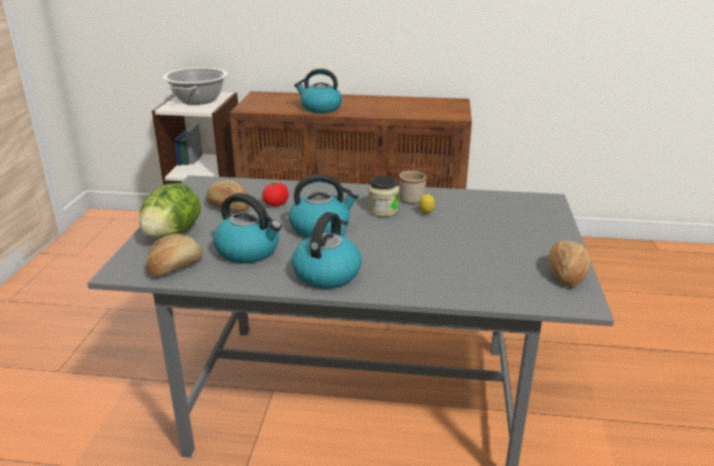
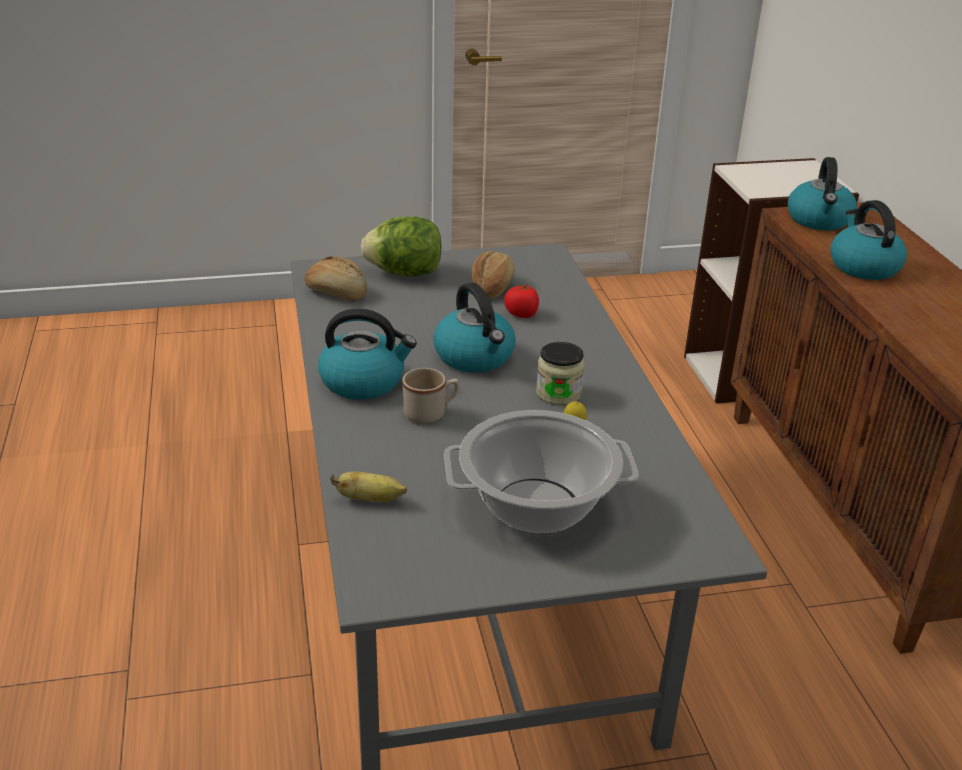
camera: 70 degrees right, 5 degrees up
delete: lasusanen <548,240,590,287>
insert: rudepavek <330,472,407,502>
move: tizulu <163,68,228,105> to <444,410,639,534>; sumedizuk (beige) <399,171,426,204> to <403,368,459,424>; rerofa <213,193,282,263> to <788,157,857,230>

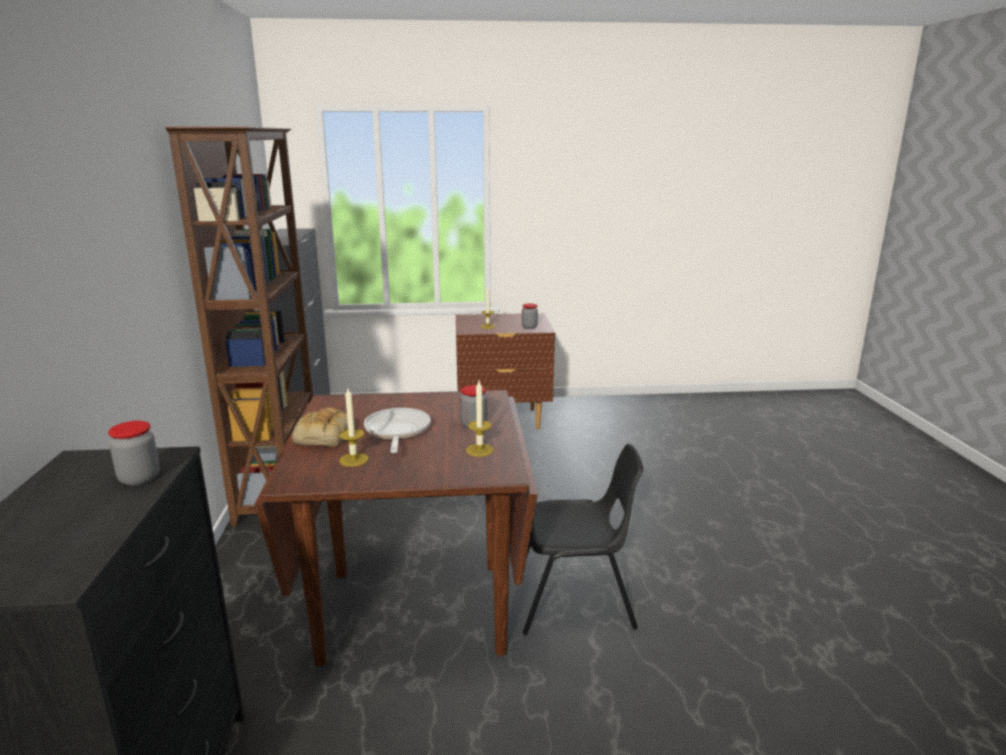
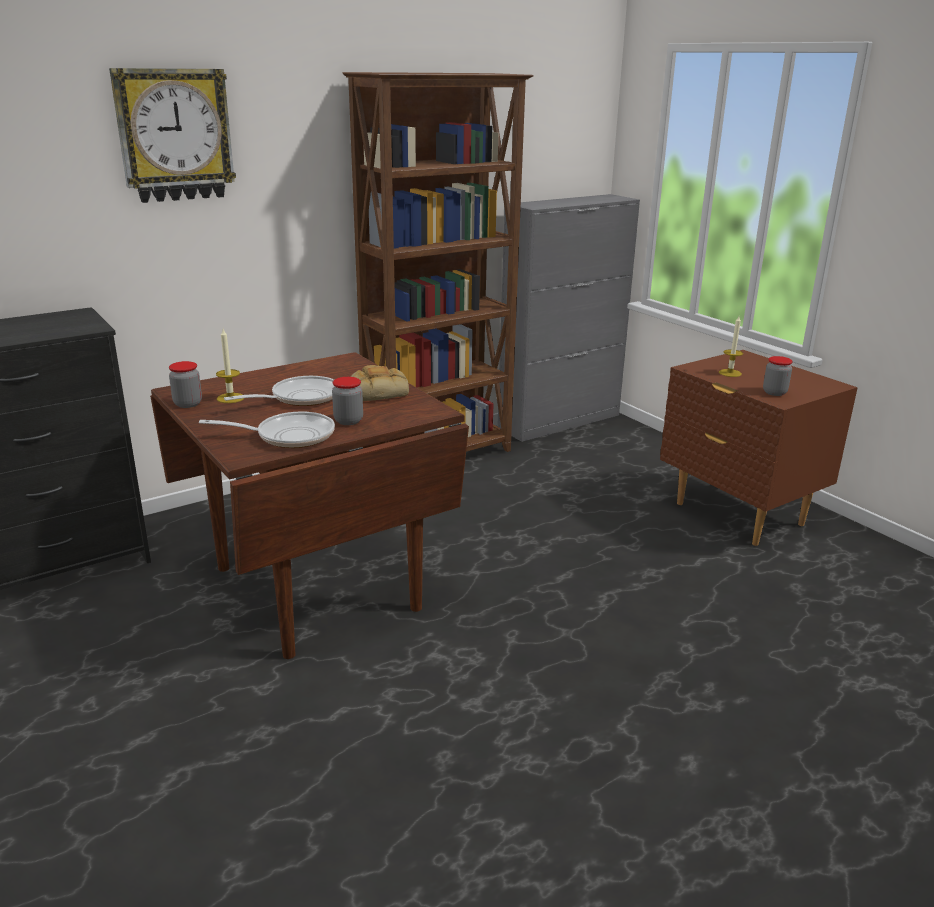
camera: 60 degrees right, 5 degrees up
delete: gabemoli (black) <522,444,644,635>
insert: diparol <109,68,236,203>
move: lasusanen <292,407,355,447> to <350,365,409,401>; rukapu <108,421,160,486> to <169,361,202,408>
replace: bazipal <466,381,494,457> to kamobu <199,411,335,448>

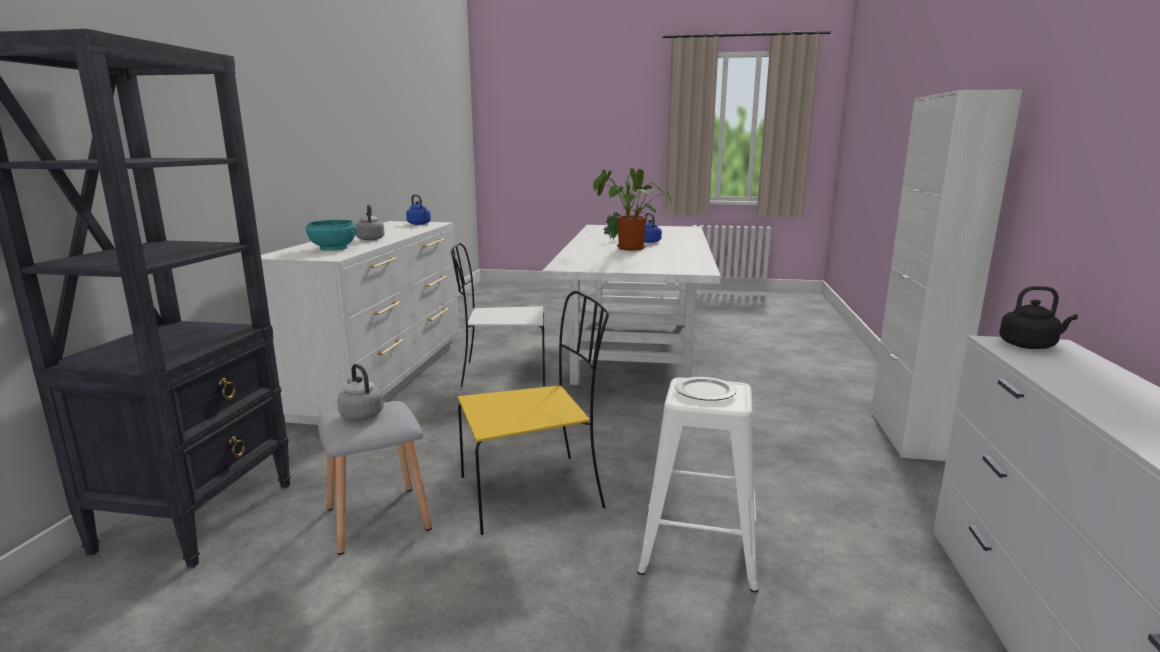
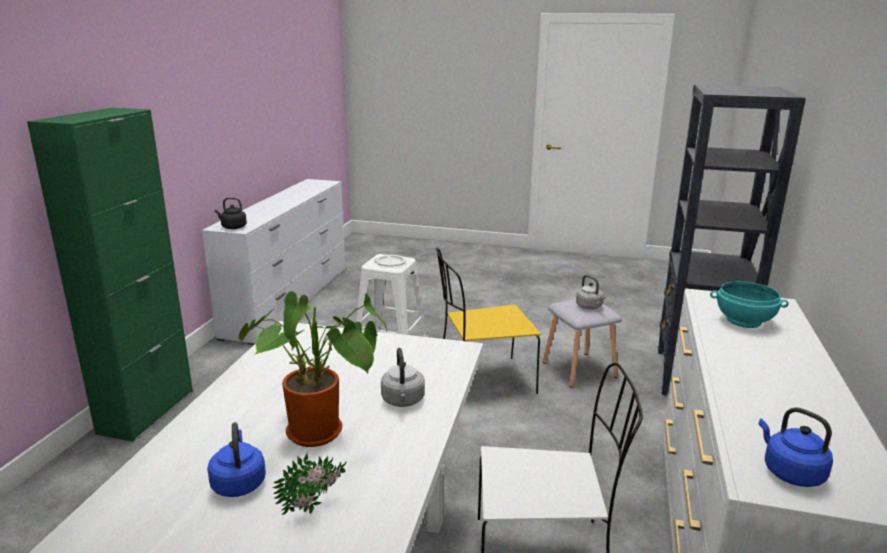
camera: 175 degrees left, 5 degrees up
move: rerofa (grey) <355,204,385,240> to <381,348,425,407>
recolor: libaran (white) <871,89,1022,461> to libaran (green) <27,108,193,442>

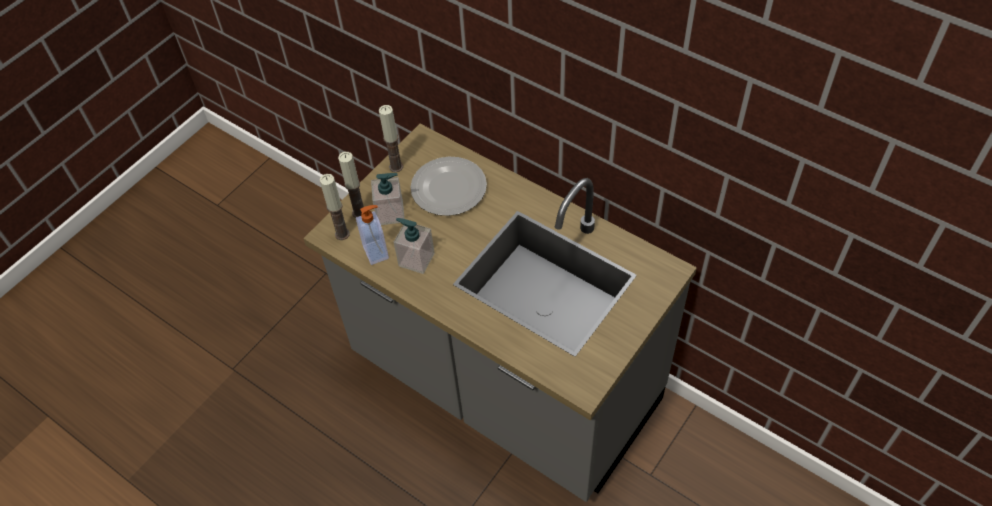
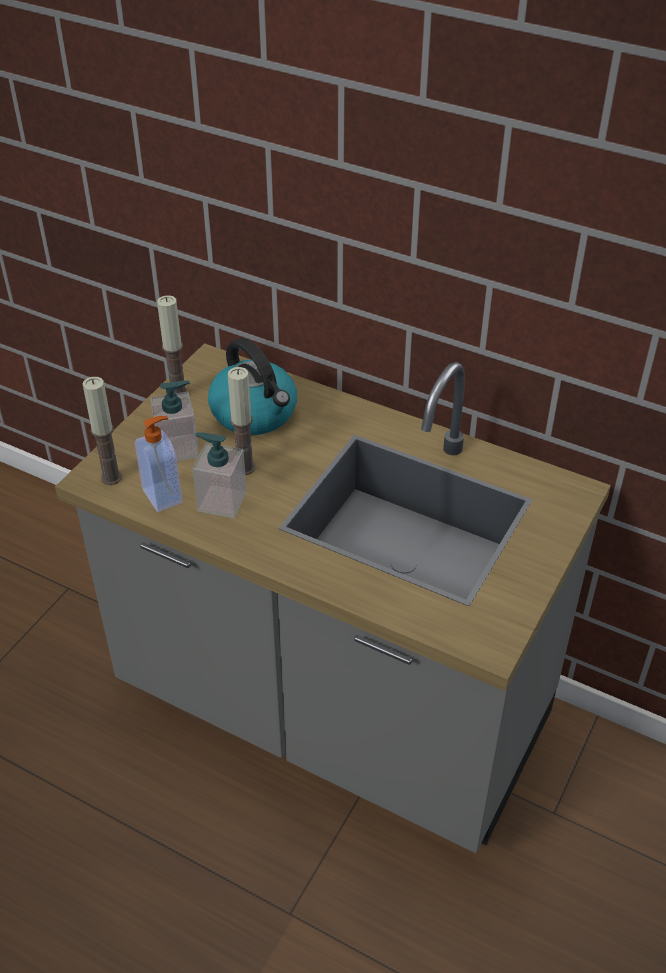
camera: 10 degrees left, 10 degrees down
move: bazipal <338,152,364,218> to <228,367,256,475>
replace: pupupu <411,157,487,216> to rerofa <208,338,297,435>

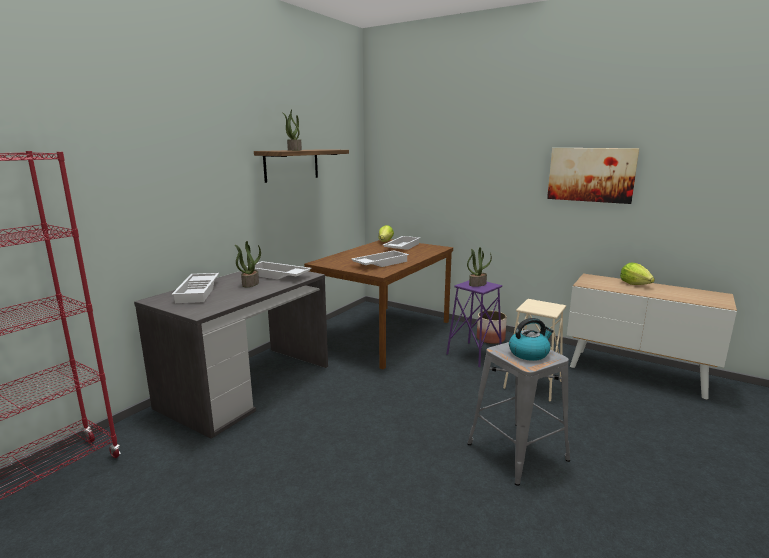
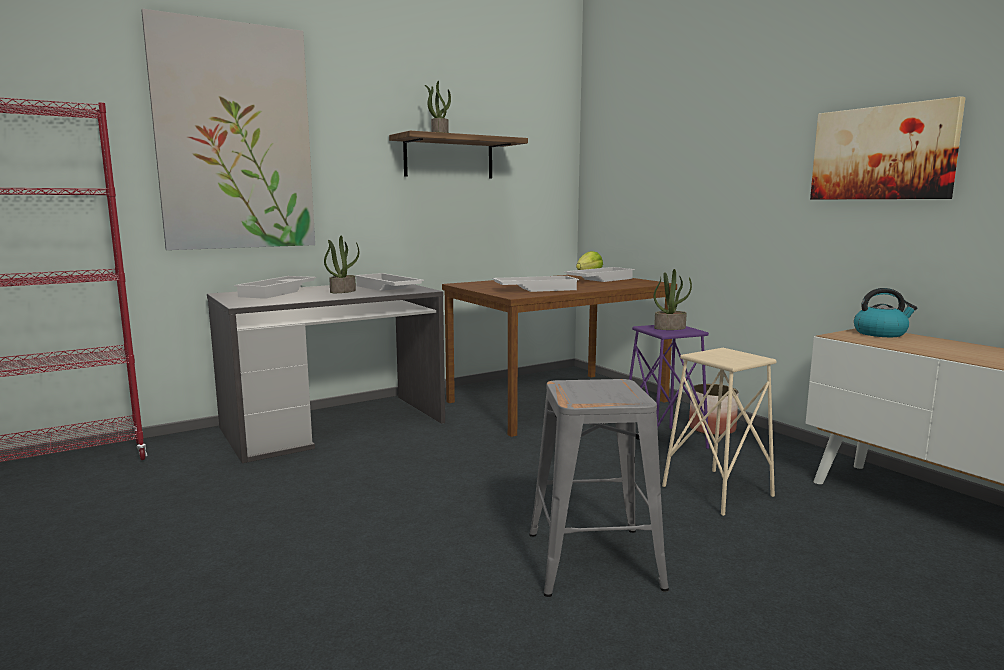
camera: 25 degrees right, 5 degrees down
delete: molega <620,263,655,285>
insert: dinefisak <141,9,315,250>
move: rerofa <509,318,554,361> to <854,288,917,337>

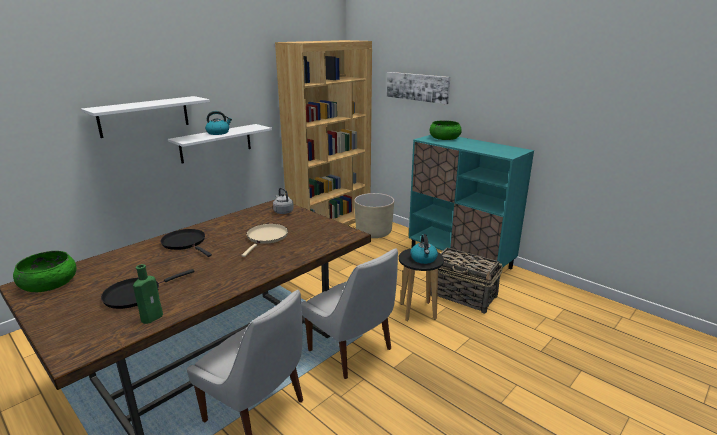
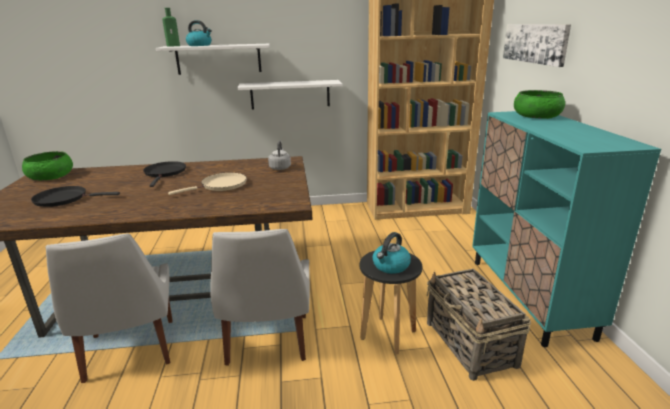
camera: 40 degrees right, 0 degrees up
delete: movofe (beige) <354,193,394,238>
move: rerofa <205,111,232,135> to <186,20,212,46>; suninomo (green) <133,264,163,324> to <162,8,180,47>

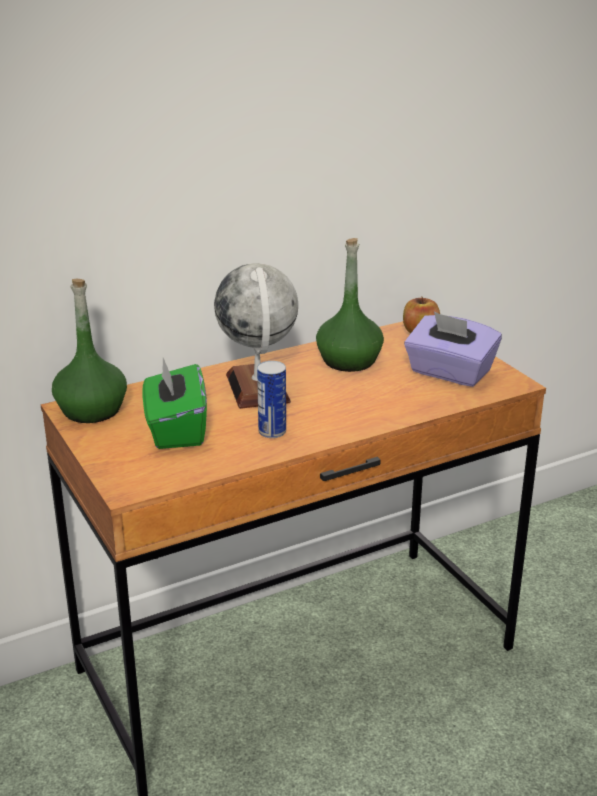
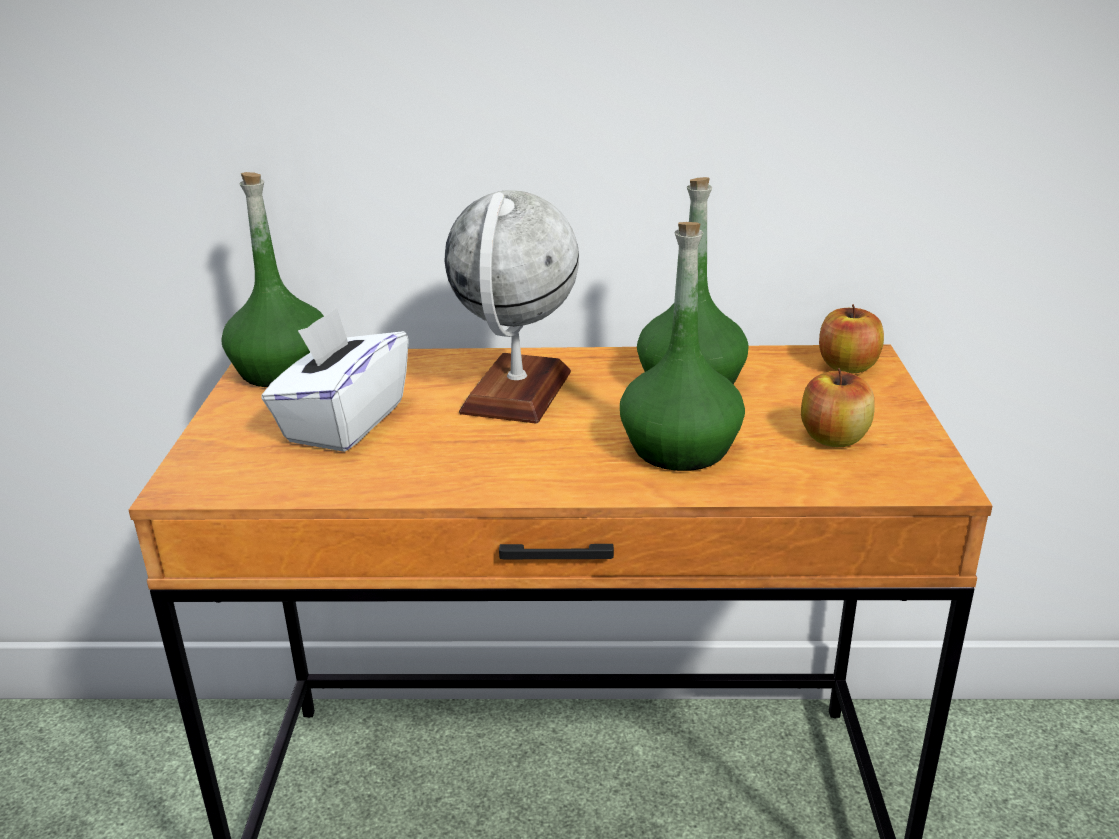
camera: 30 degrees right, 0 degrees up
delete: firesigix <257,361,286,438>
insert: suninomo (green) <620,222,745,471>
replace: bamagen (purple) <404,312,502,387> to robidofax <801,368,875,447>
recolor: bamagen (green) <143,358,207,449> to bamagen (white) <262,308,409,452>

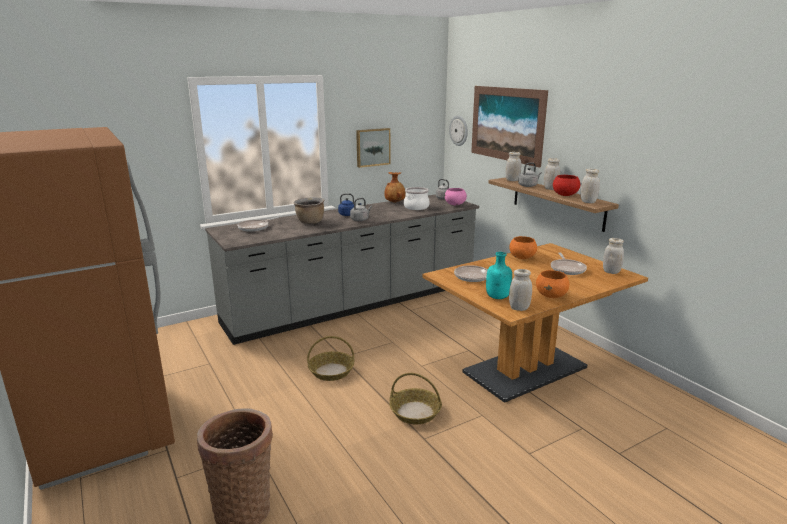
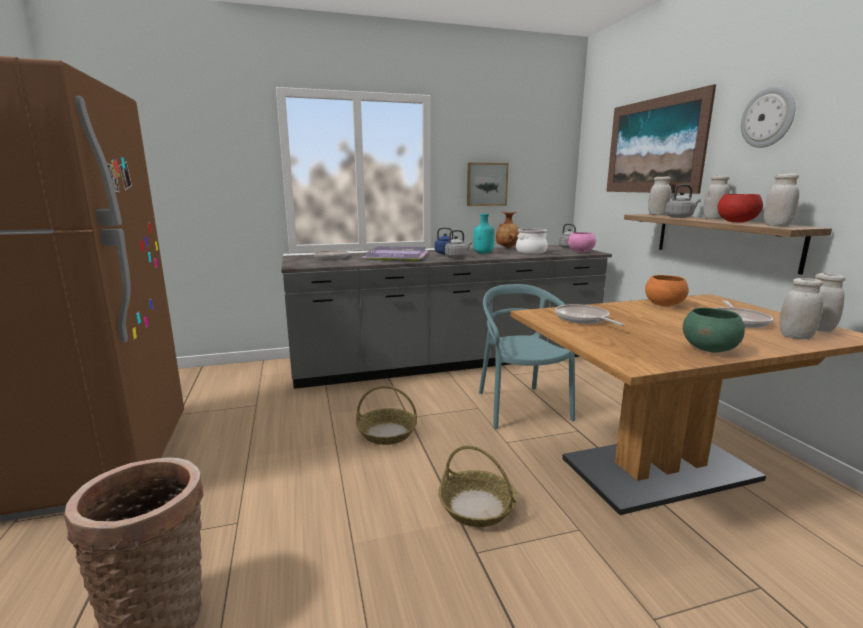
camera: 15 degrees right, 5 degrees down
insert: gabemoli (turquoise) <479,284,575,429>
move: diparol <449,115,468,146> to <741,86,795,148>; suninomo (turquoise) <486,252,512,299> to <473,214,494,254>; rukapu (white) <509,269,532,311> to <779,278,823,339>
replace: tizulu (brown) <294,197,324,224> to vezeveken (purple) <361,246,429,261>
recolor: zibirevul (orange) <536,270,569,298> to zibirevul (green) <683,308,745,352>

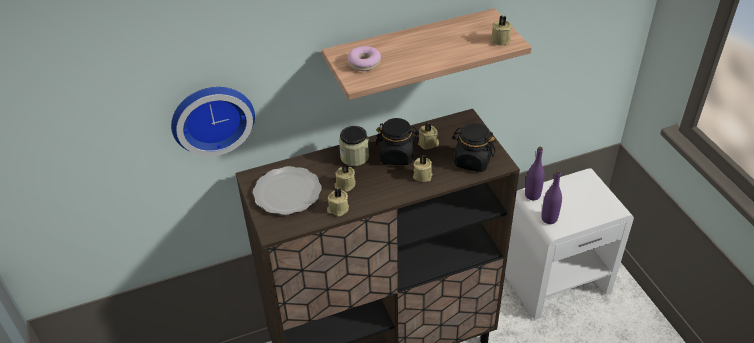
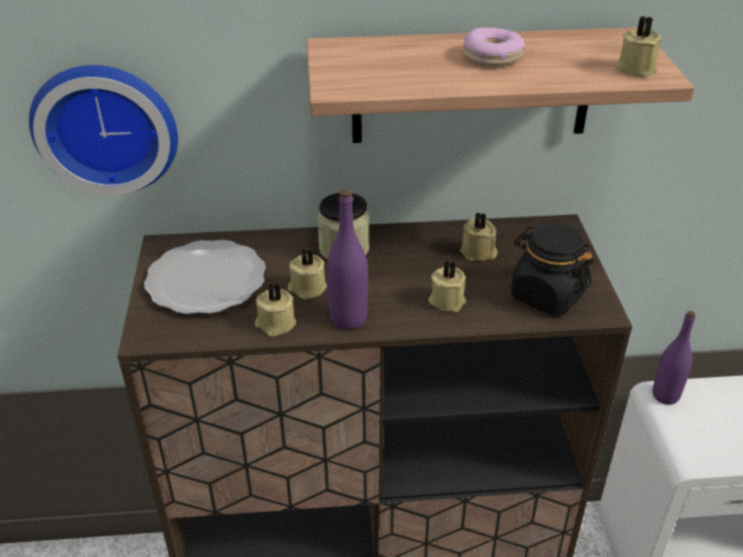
camera: 15 degrees right, 5 degrees down
delete: rukapu (black) <375,118,419,165>
move: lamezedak <348,46,381,71> to <463,28,525,66>; suninomo (purple) <541,170,562,224> to <327,189,368,330>

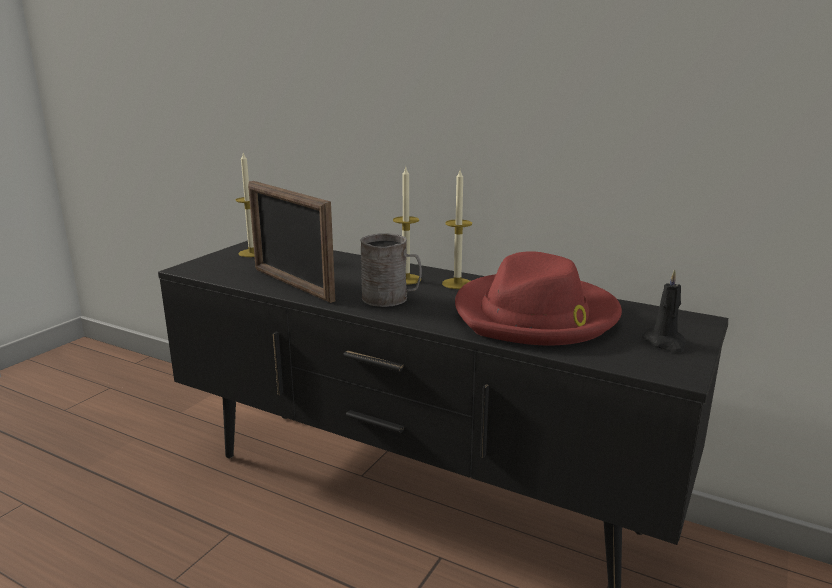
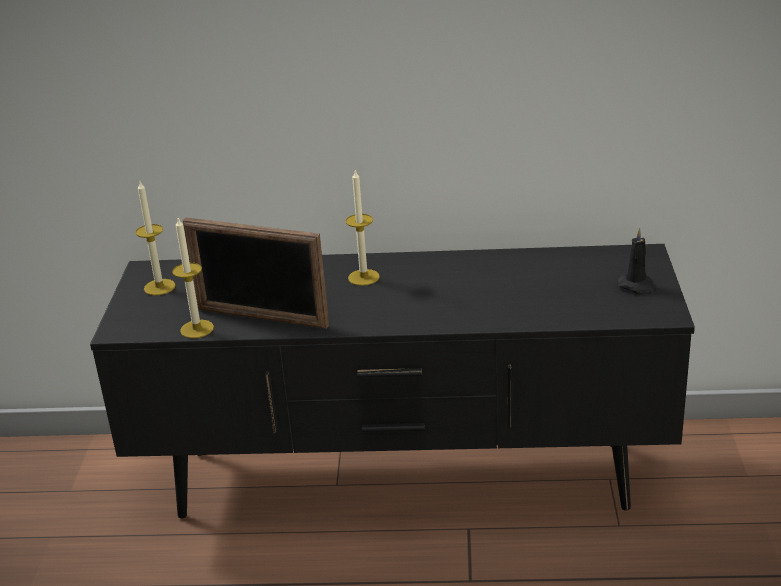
camera: 25 degrees left, 10 degrees up
delete: sumedizuk (grey) <360,233,422,307>; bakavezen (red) <455,251,622,345>
move: bazipal <442,170,472,289> to <172,218,214,338>

